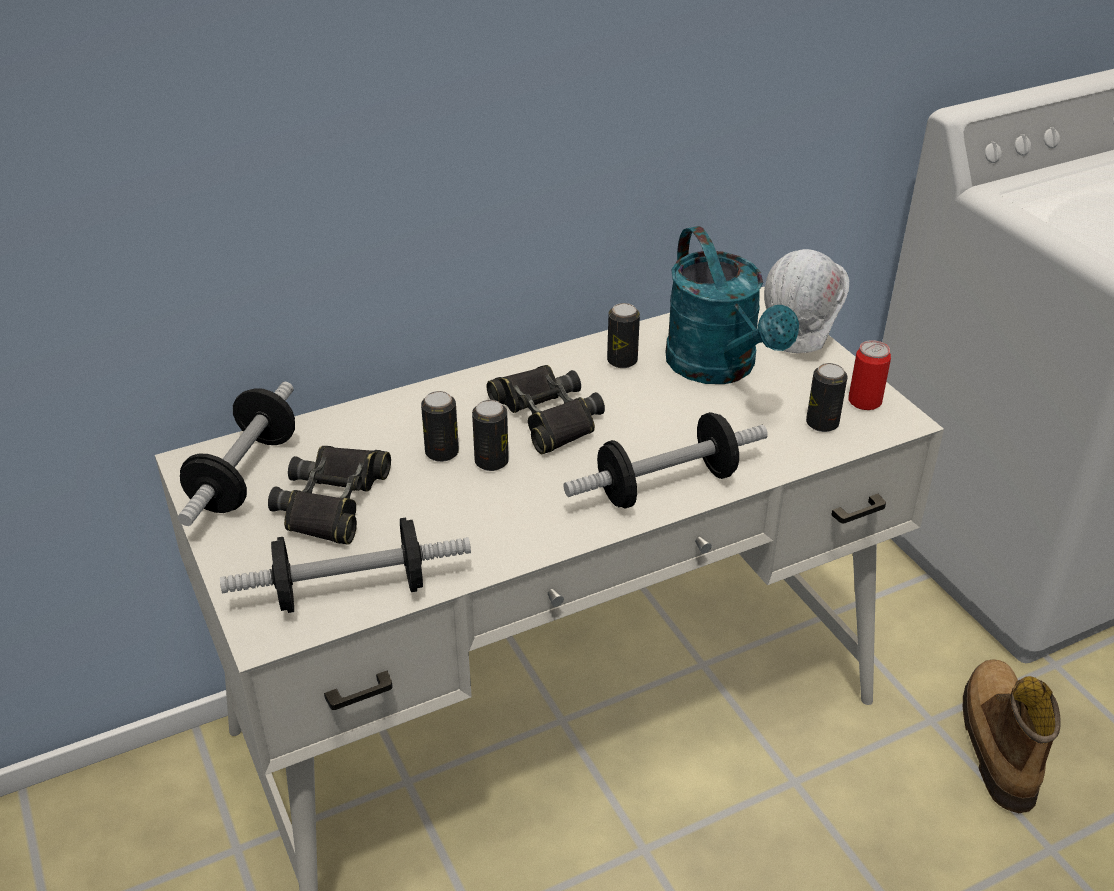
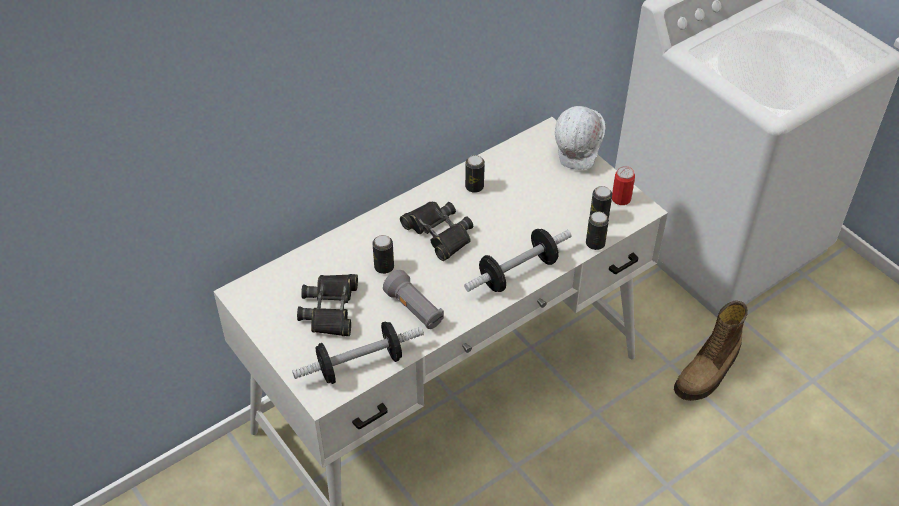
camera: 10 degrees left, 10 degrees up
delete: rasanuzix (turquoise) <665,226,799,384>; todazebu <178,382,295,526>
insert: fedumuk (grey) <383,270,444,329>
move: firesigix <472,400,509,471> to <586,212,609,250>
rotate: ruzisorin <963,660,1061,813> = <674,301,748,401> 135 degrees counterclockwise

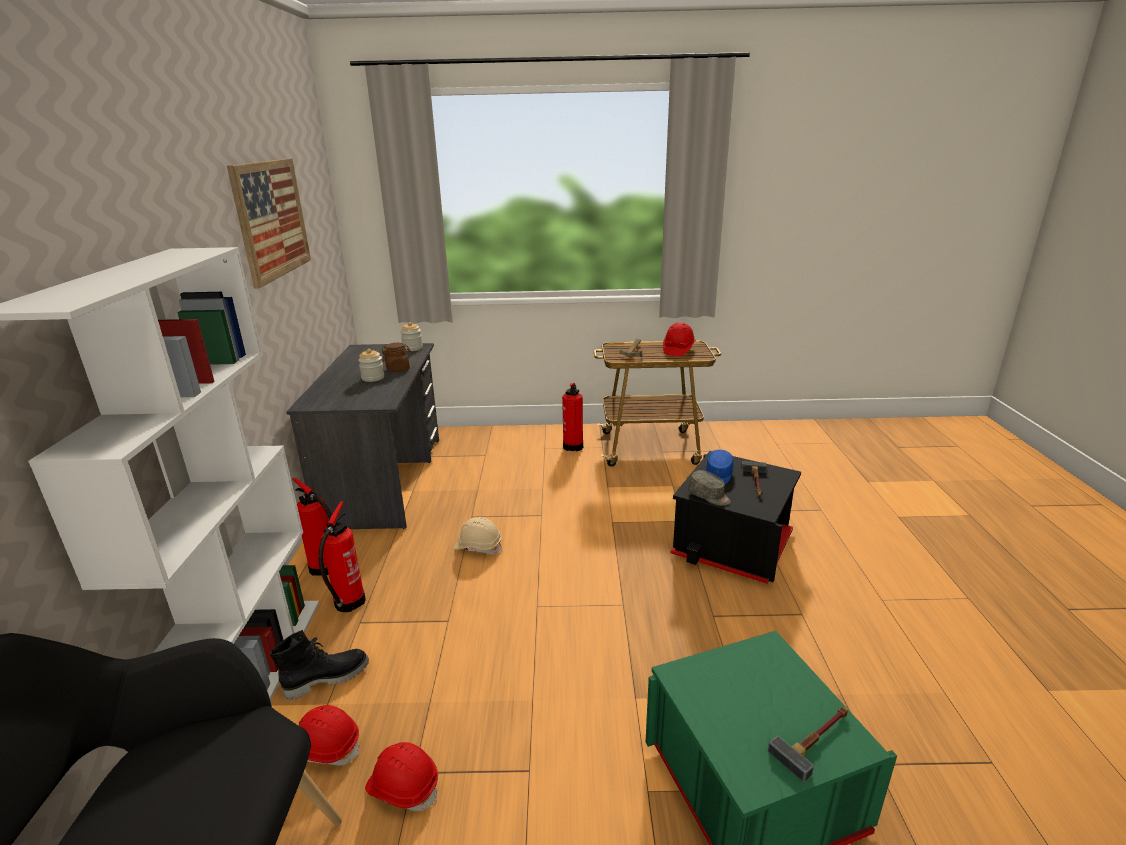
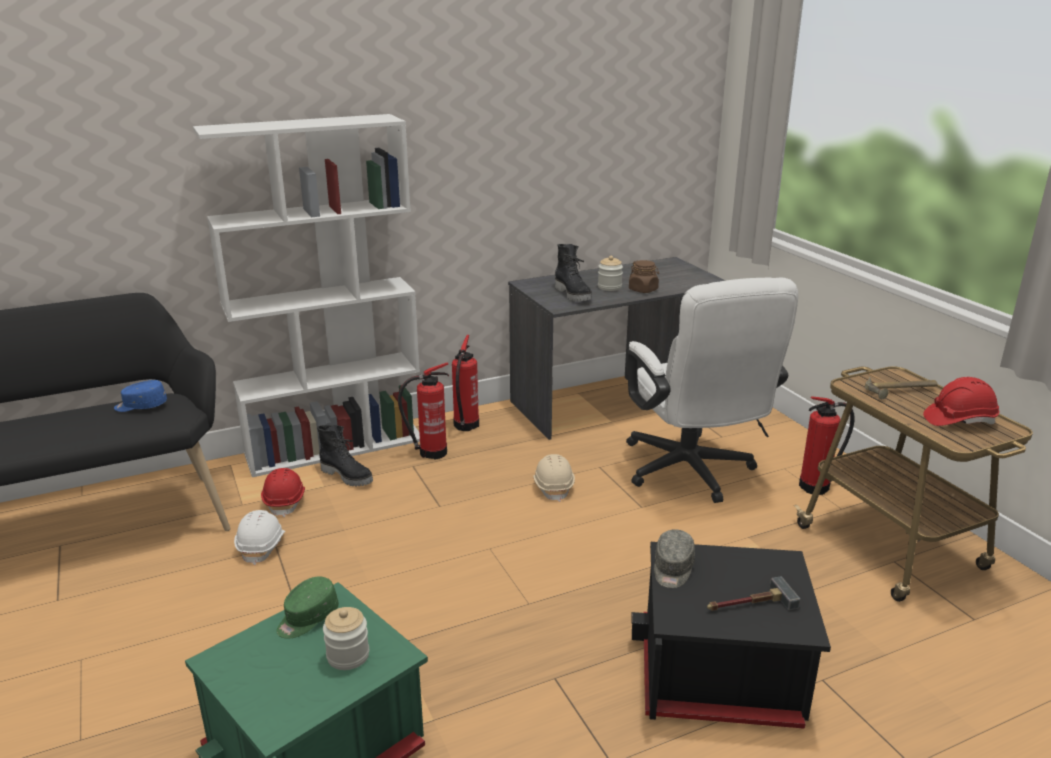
camera: 65 degrees right, 0 degrees up
delete: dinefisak <227,158,311,289>; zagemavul <768,707,848,782>
insert: ruzisorin (black) <555,244,592,301>; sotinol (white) <626,277,798,503>; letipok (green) <276,577,339,639>
move: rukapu <400,322,423,351> to <323,607,369,670>; letipok (blue) <706,450,734,484> to <114,380,167,412>
recolor: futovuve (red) <365,742,438,811> to futovuve (white) <234,510,285,565>

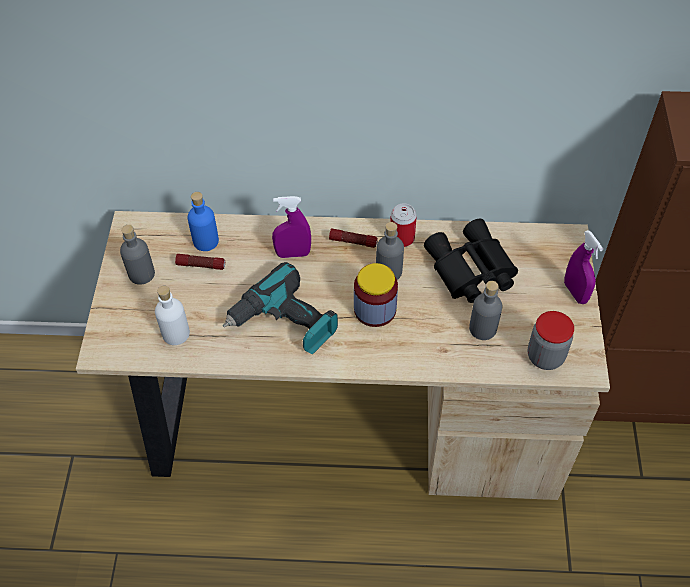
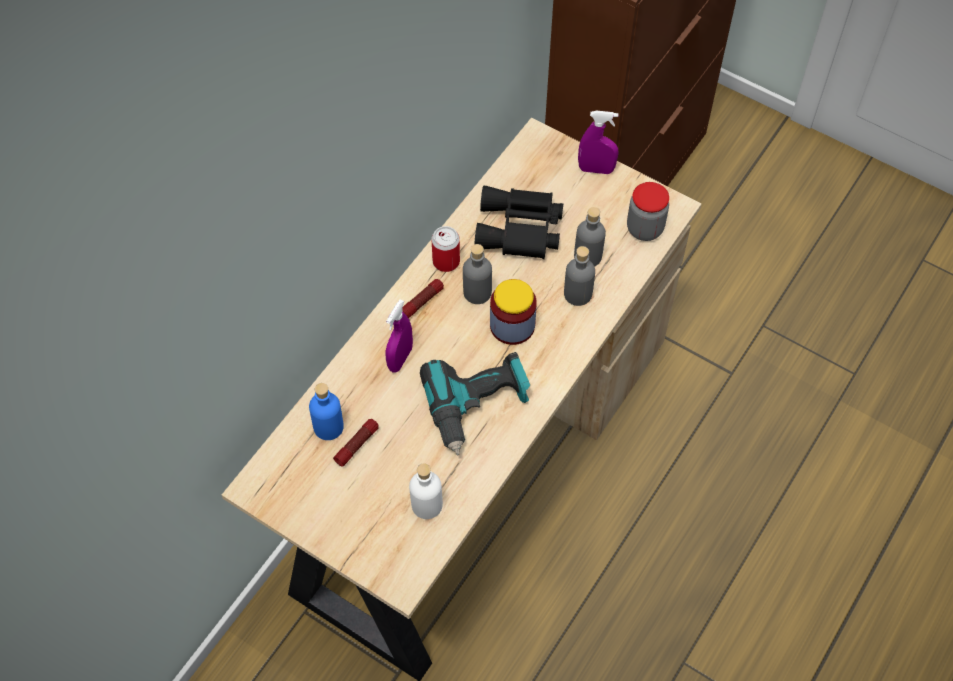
camera: 60 degrees left, 5 degrees up
move: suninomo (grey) <120,225,155,285> to <564,246,595,306>

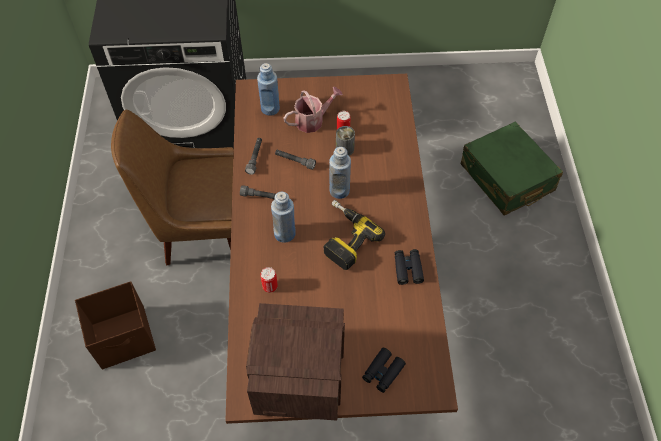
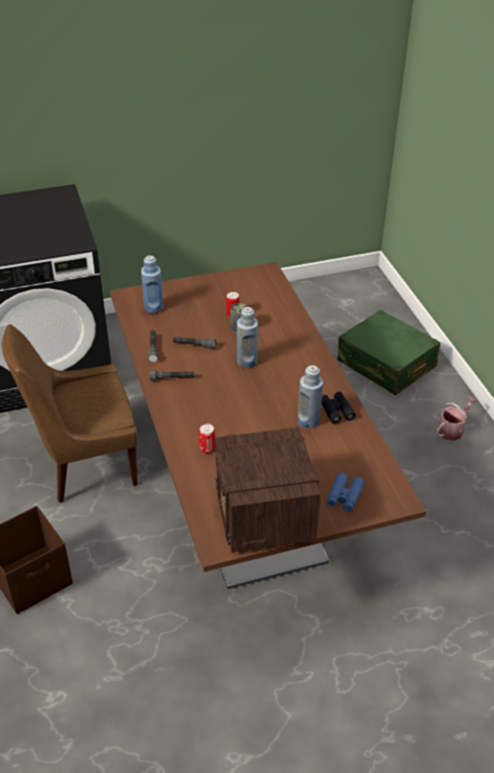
camera: 15 degrees left, 15 degrees down
delete: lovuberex <324,200,385,270>
move: rasanuzix <283,87,343,133> to <436,396,478,441>; suninomo (blue) <271,192,296,243> to <297,365,323,428>
recolor: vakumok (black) <362,348,406,393> to vakumok (blue) <327,473,364,511>

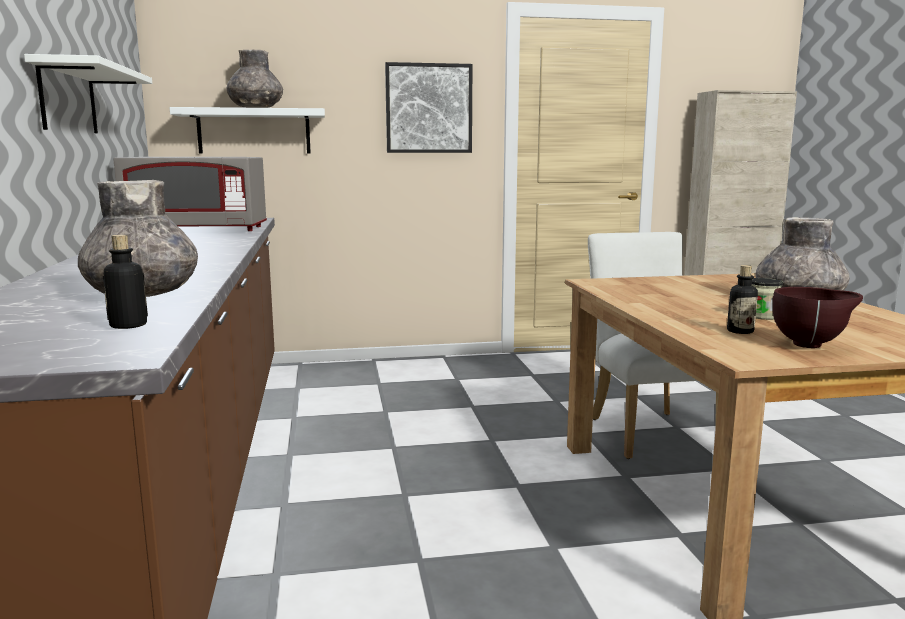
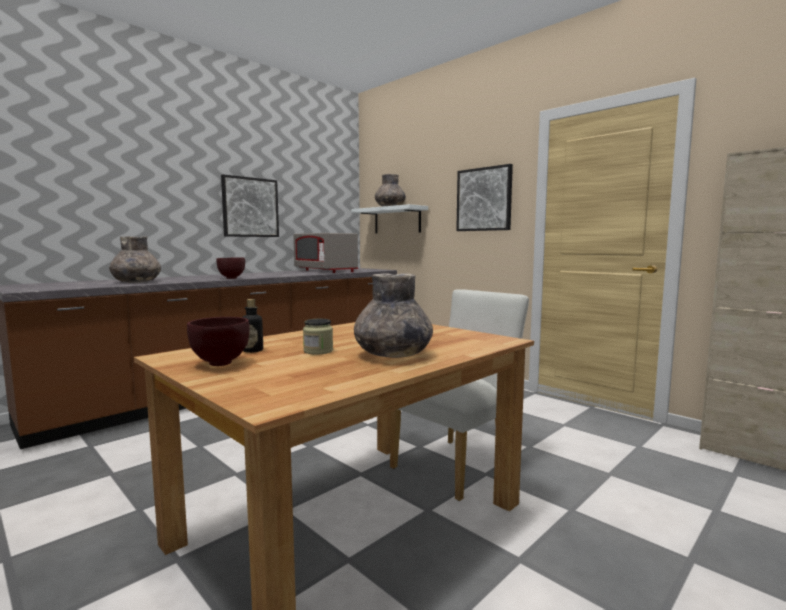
camera: 55 degrees right, 5 degrees down
delete: suninomo <103,234,148,329>
insert: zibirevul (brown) <216,258,245,279>
replace: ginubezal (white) <24,54,152,133> to dinefisak <221,174,279,237>

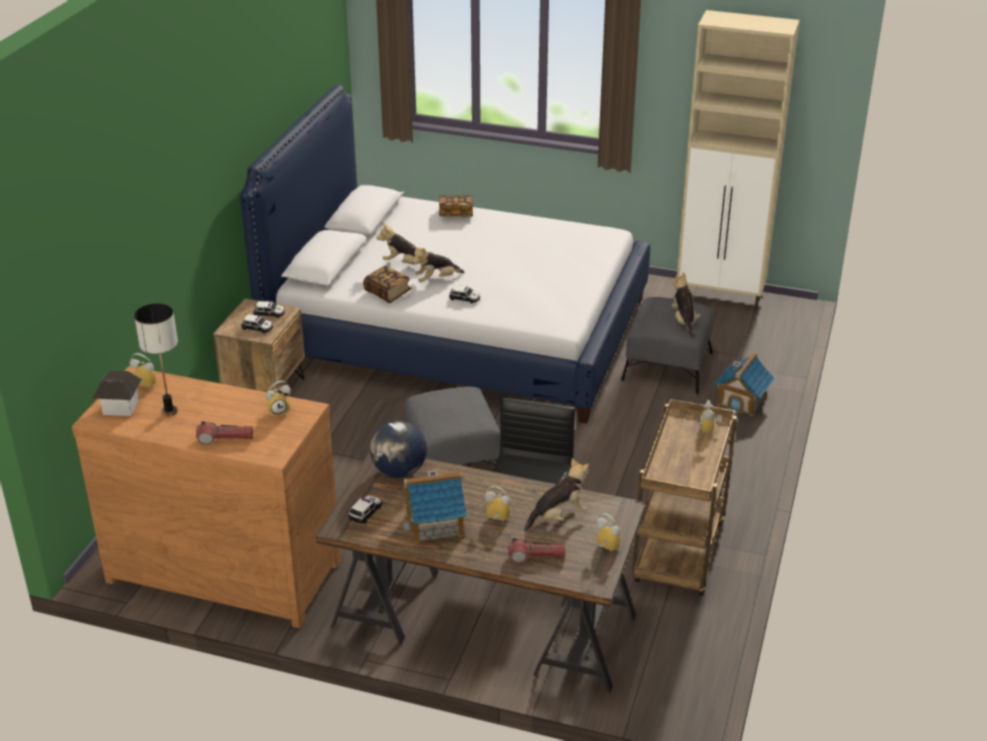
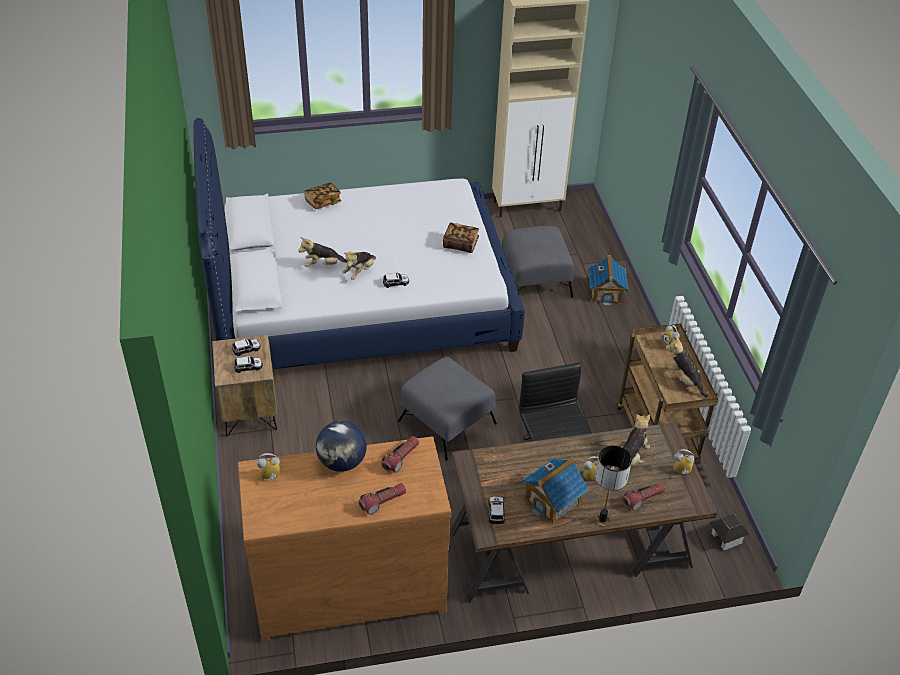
camera: 30 degrees left, 10 degrees up
move: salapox <363,265,411,303> to <443,222,479,253>; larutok <672,272,701,338> to <666,336,708,397>; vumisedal <134,303,178,416> to <595,446,632,527>; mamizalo <92,371,142,416> to <709,514,749,550>; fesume <370,421,427,478> to <316,421,367,472>
replace: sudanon <265,381,291,418> to fedumuk <381,436,419,473>

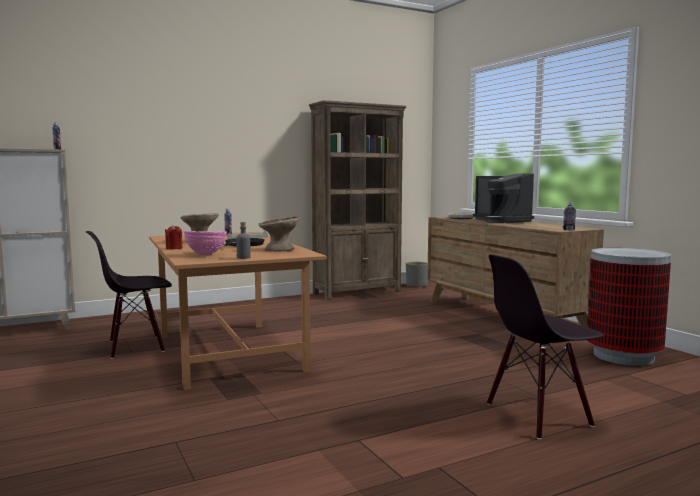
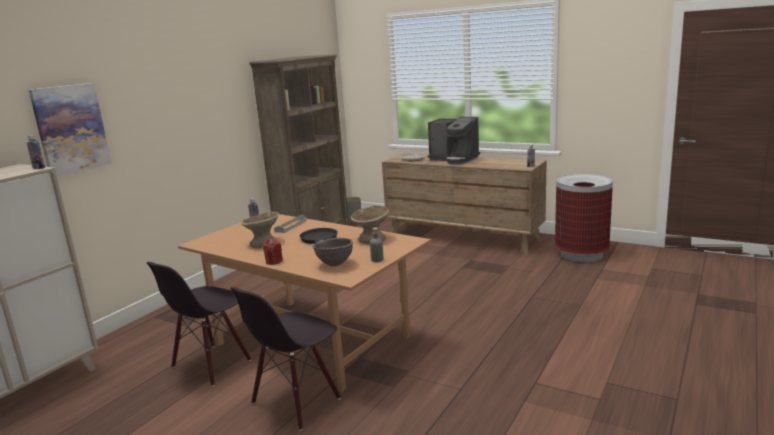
camera: 30 degrees left, 10 degrees up
insert: dinefisak <29,83,111,176>
move: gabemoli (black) <487,254,604,440> to <231,287,341,431>
recolor: zibirevul (pink) <183,231,227,255> to zibirevul (brown) <312,238,353,267>

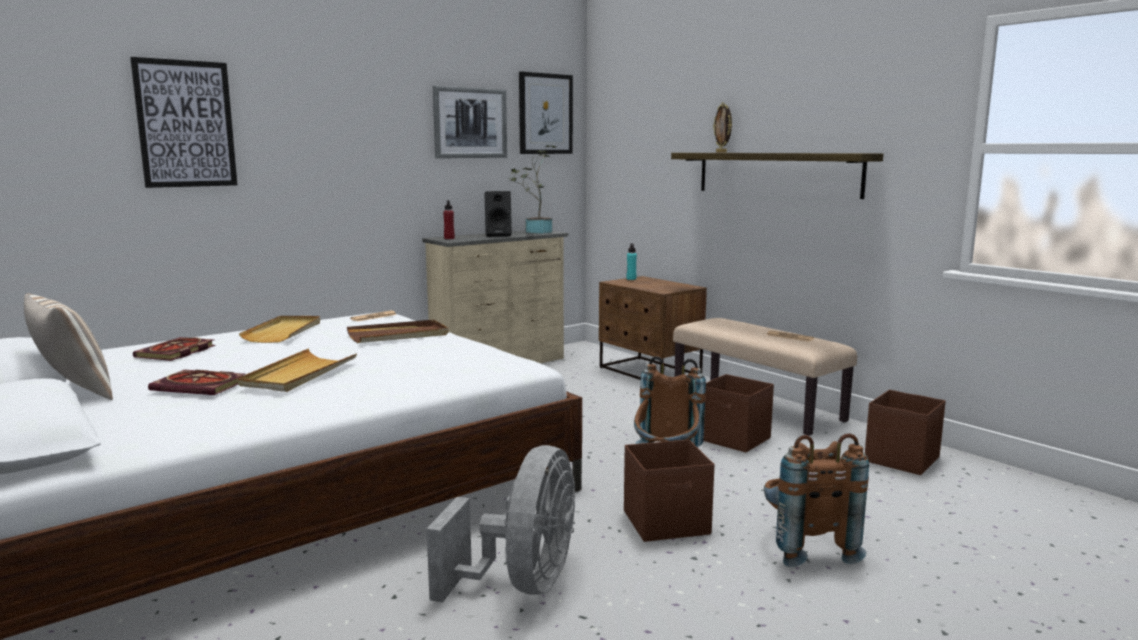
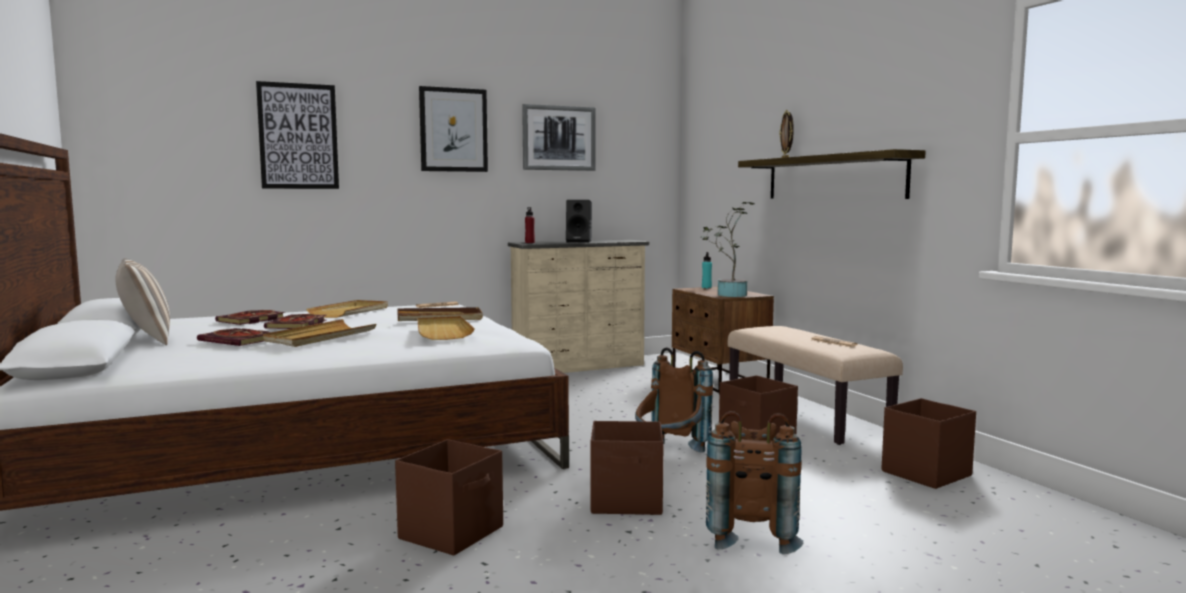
camera: 15 degrees right, 5 degrees down
insert: salapox <264,314,327,329>; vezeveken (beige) <418,316,475,340>
move: dinefisak <519,72,573,154> to <419,86,488,172>; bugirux <508,145,556,233> to <700,202,755,297>
replace: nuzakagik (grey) <426,445,575,602> to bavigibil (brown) <395,439,503,555>

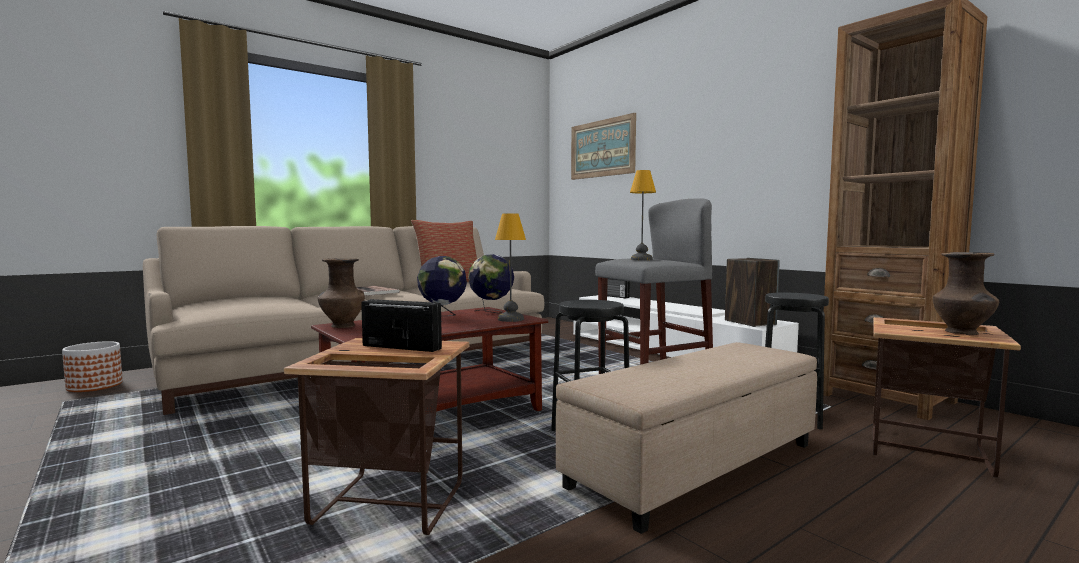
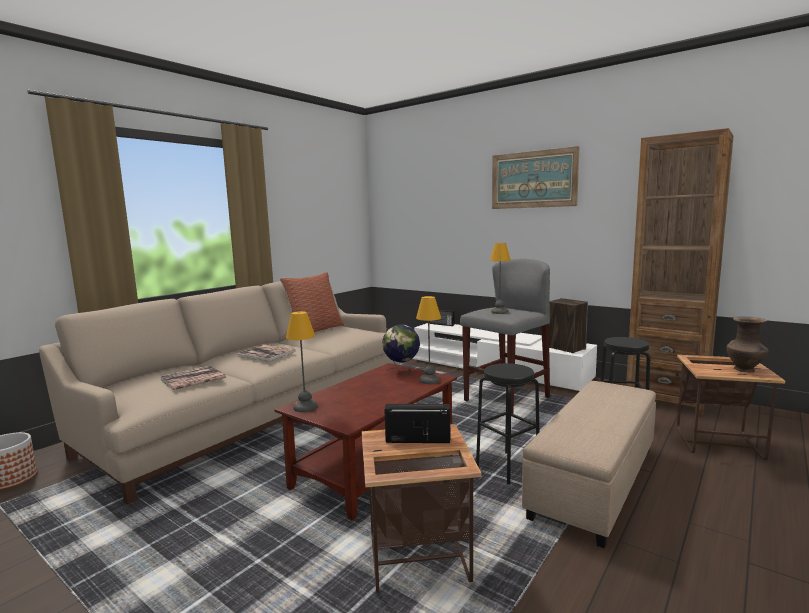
camera: 15 degrees left, 5 degrees up
delete: fesume <417,256,467,322>
insert: salapox <160,366,226,390>
move: dinefisak <571,113,636,180> to <492,146,580,209>
replace: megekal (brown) <318,259,365,328> to vumisedal <286,311,318,412>

